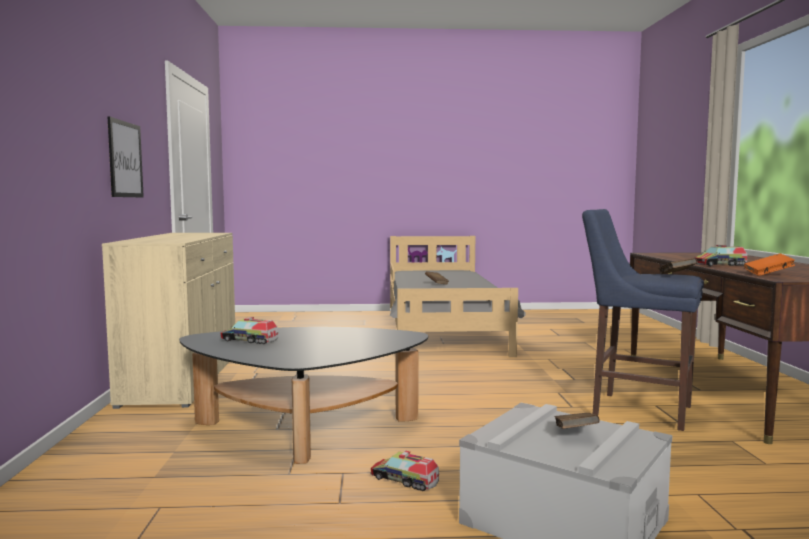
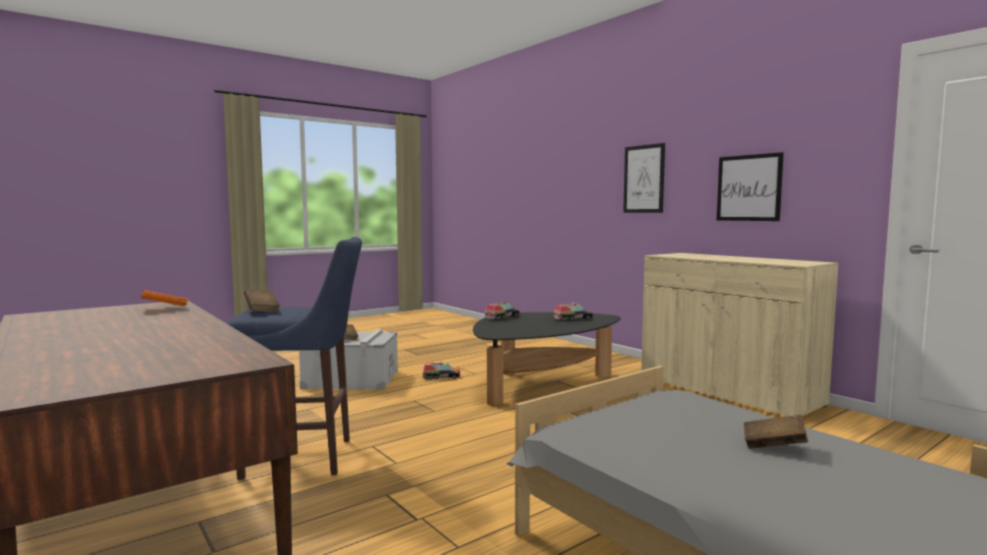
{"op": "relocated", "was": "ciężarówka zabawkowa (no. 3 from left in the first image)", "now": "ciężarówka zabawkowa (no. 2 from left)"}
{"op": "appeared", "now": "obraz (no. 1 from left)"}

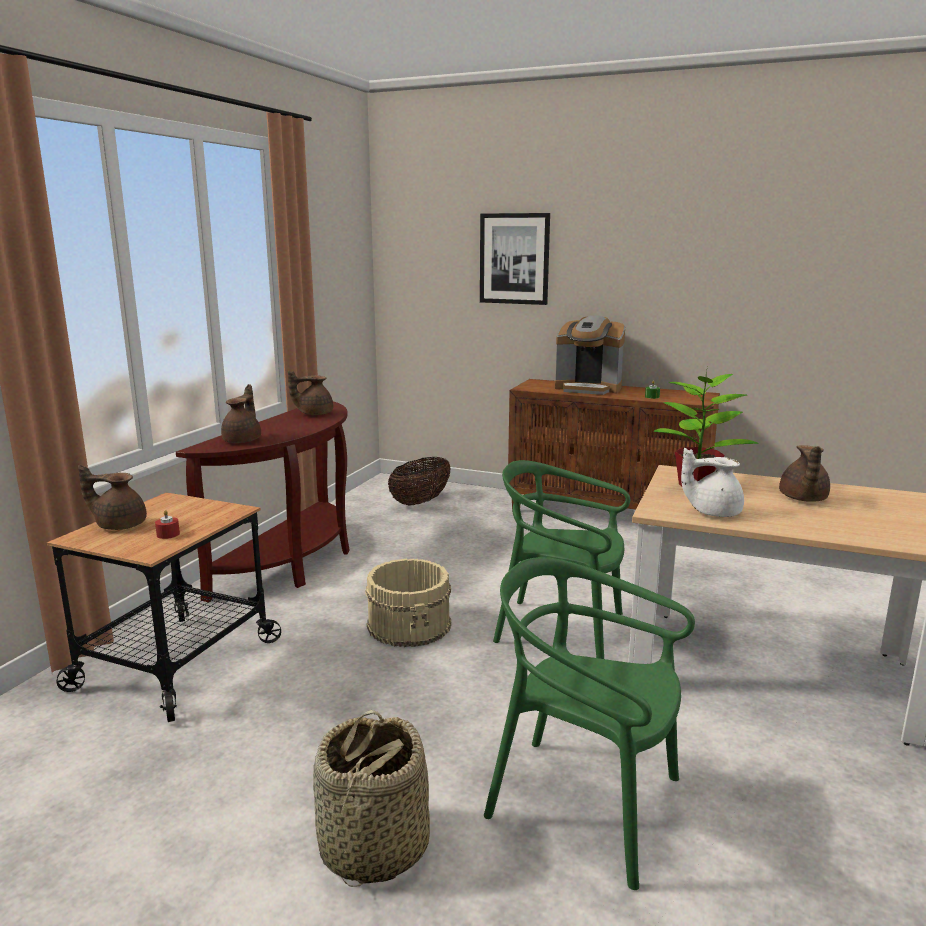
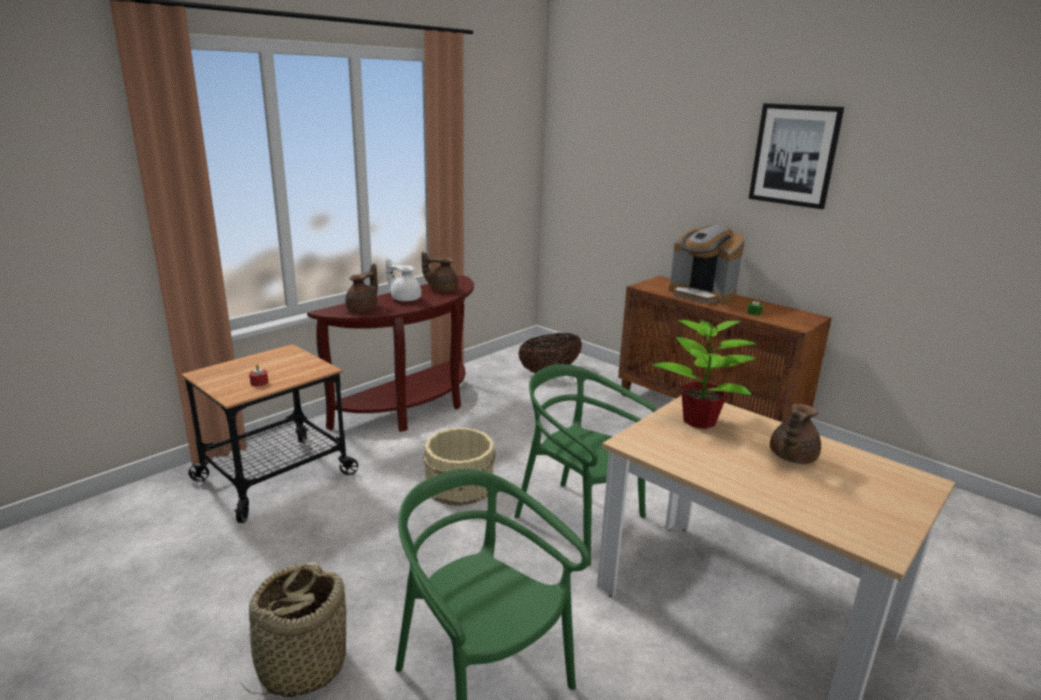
{"op": "relocated", "was": "obraz"}
{"op": "relocated", "was": "imbryk/biały"}
{"op": "missing", "was": "imbryk/brązowy (no. 1 from left)"}

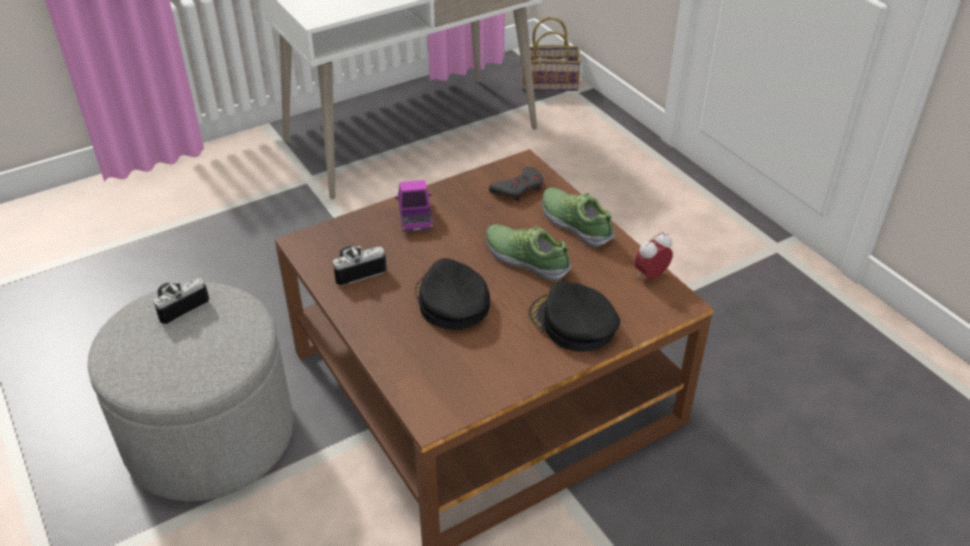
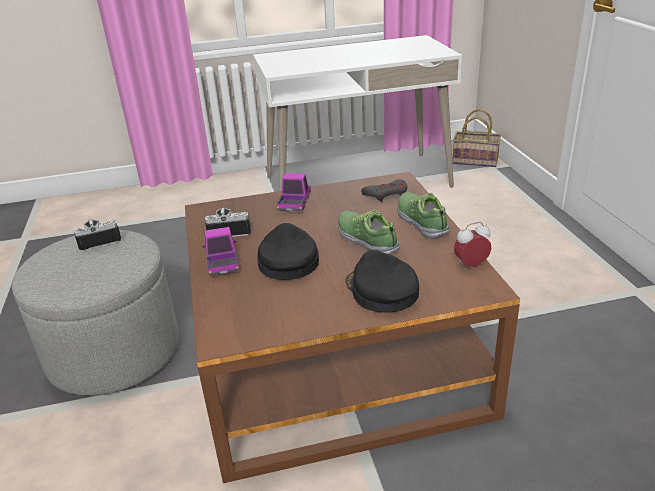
{"op": "appeared", "now": "ciężarówka zabawkowa (no. 1 from left)"}

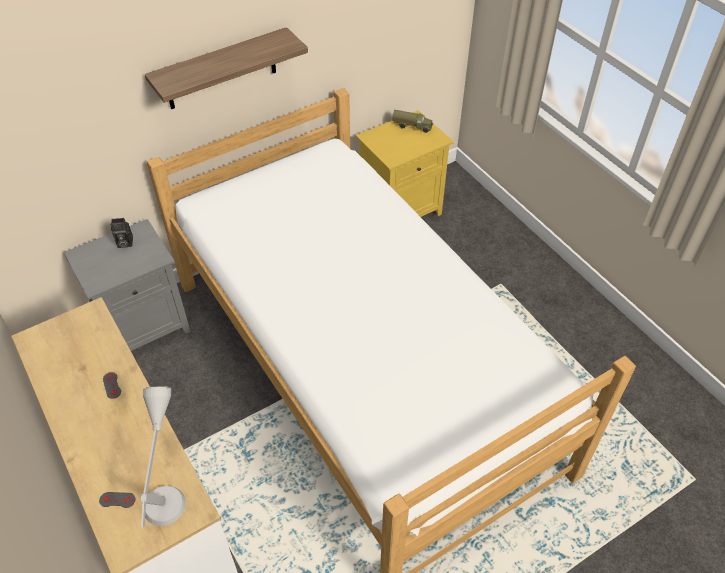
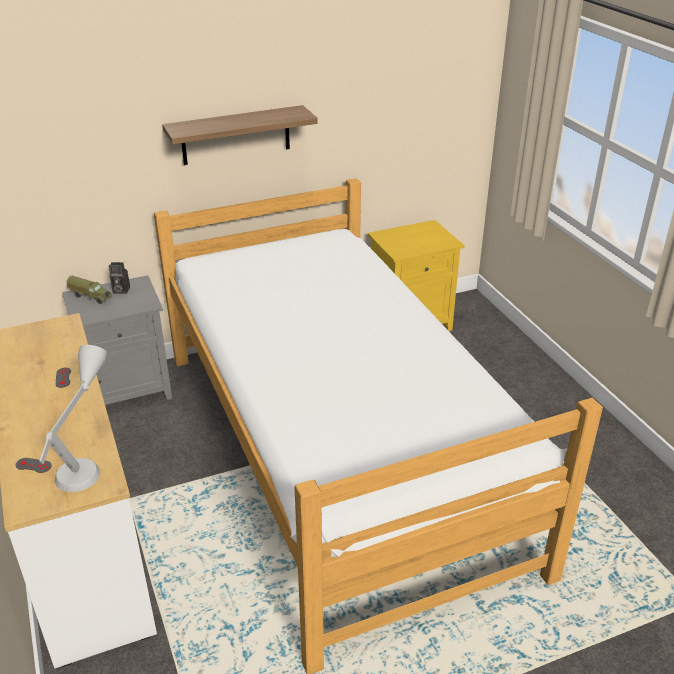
{"op": "relocated", "was": "ciężarówka zabawkowa"}

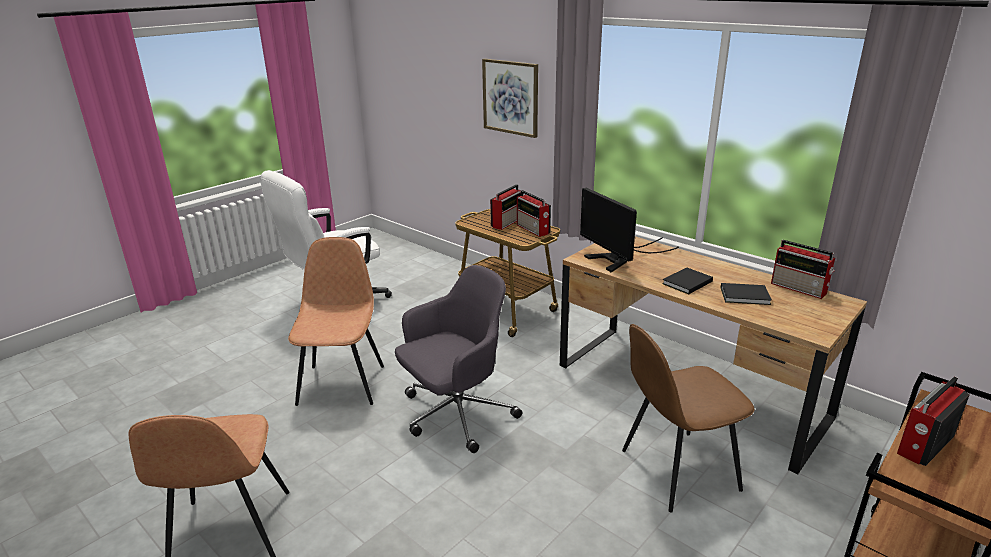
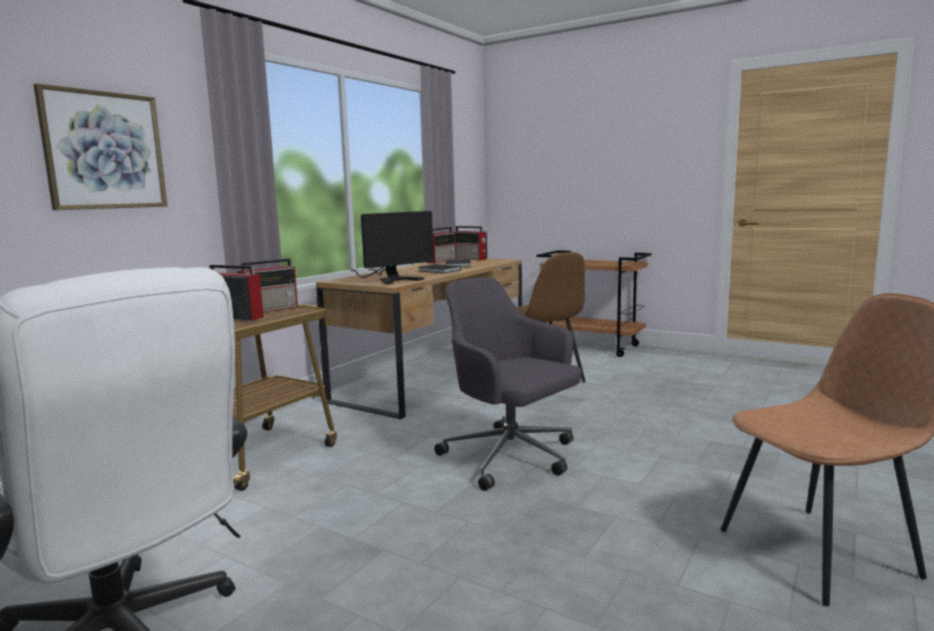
{"op": "missing", "was": "krzesło/brązowy (no. 2 from left)"}
{"op": "relocated", "was": "radio (no. 4 from left)"}

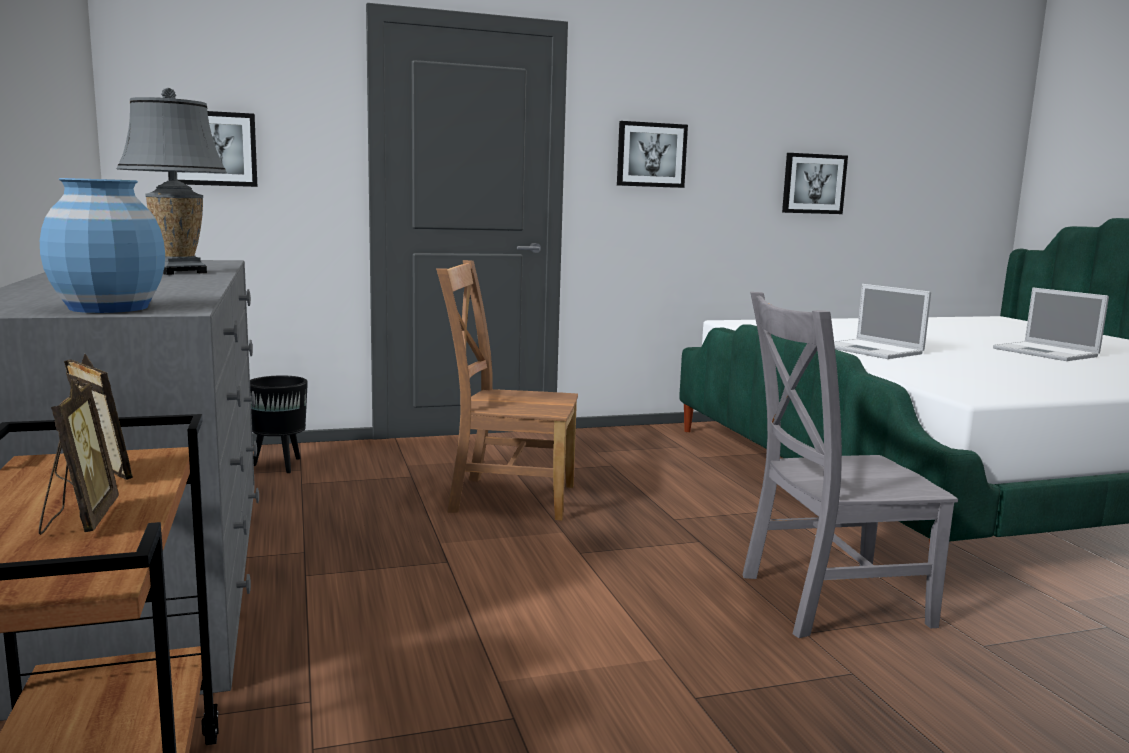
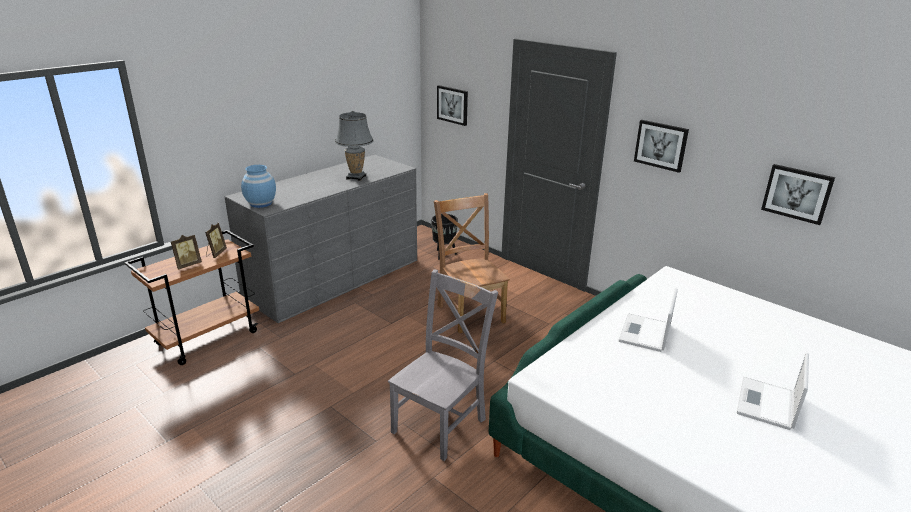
{"op": "spun", "was": "krzesło/szary", "clockwise": 75}

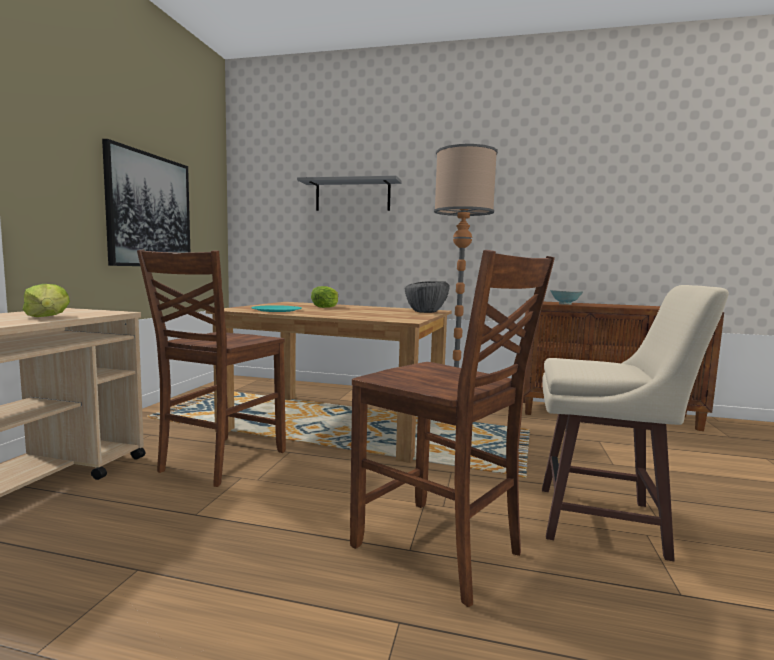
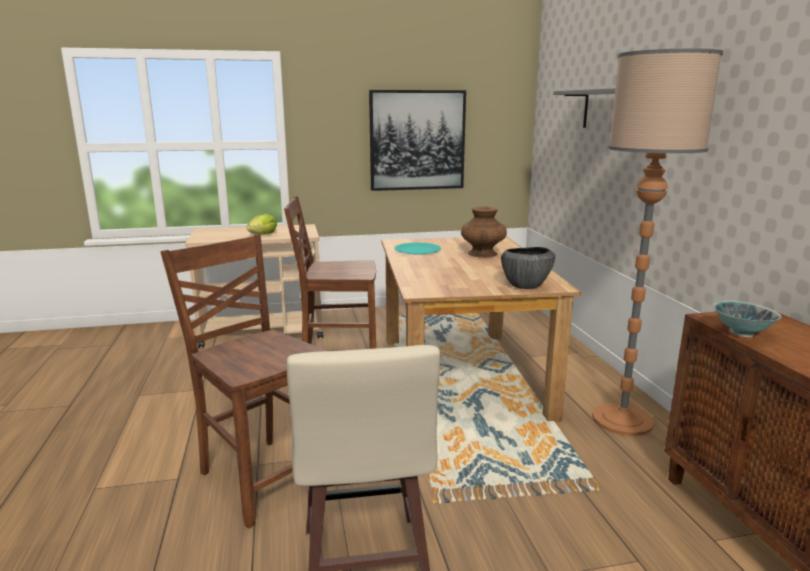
{"op": "spun", "was": "krzesło/brązowy (no. 2 from left in the first image)", "clockwise": 120}
{"op": "exchanged", "was": "sałata (no. 2 from left)", "now": "wazon/brązowy"}

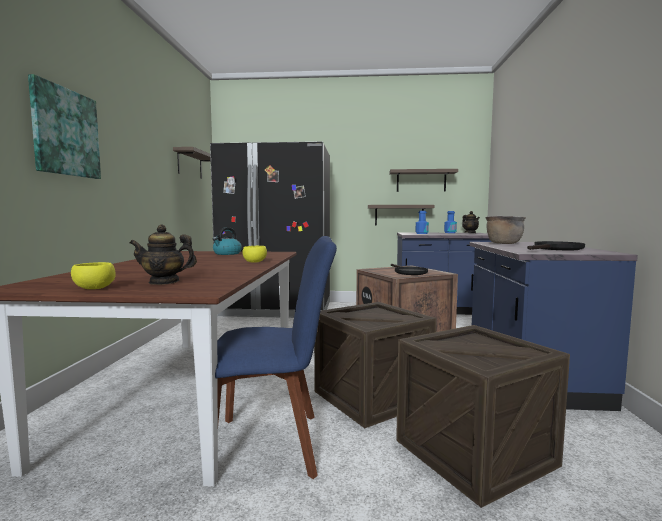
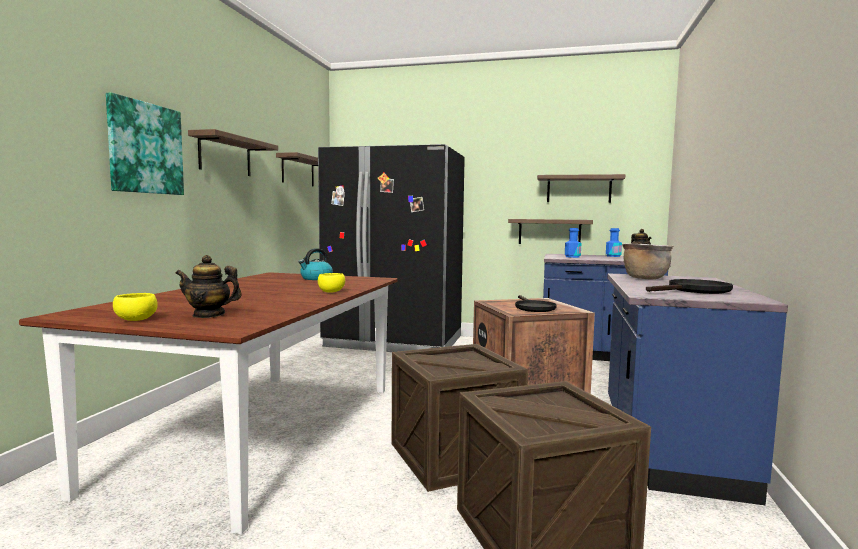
{"op": "missing", "was": "krzesło/niebieski"}
{"op": "appeared", "now": "półka (no. 1 from left)"}

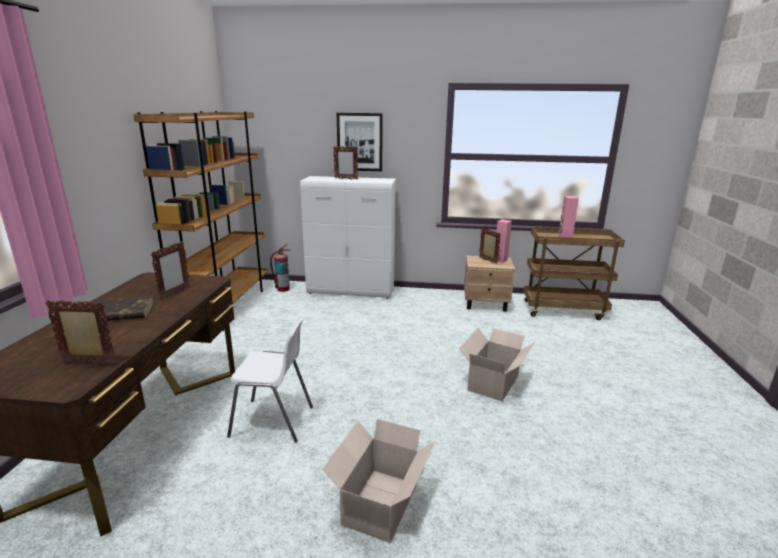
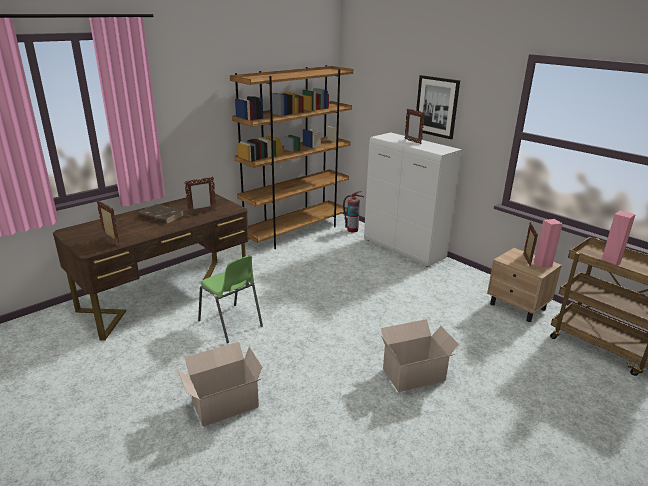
{"op": "colour", "was": "krzesło/biały", "now": "krzesło/zielony"}

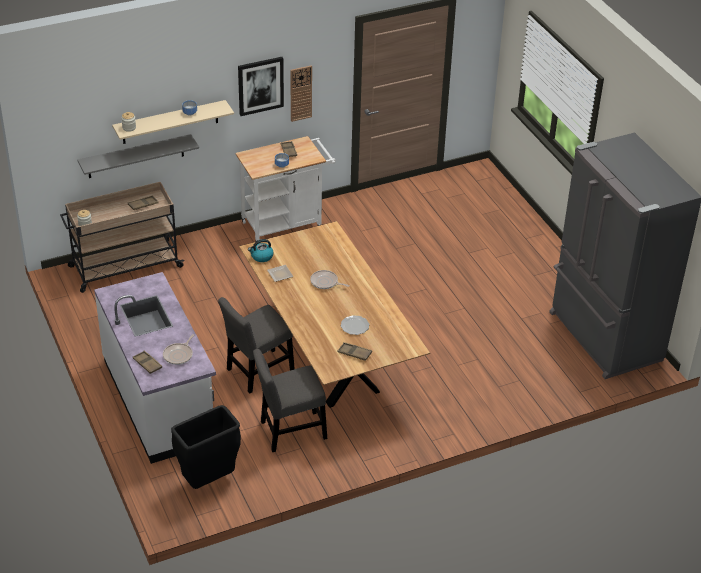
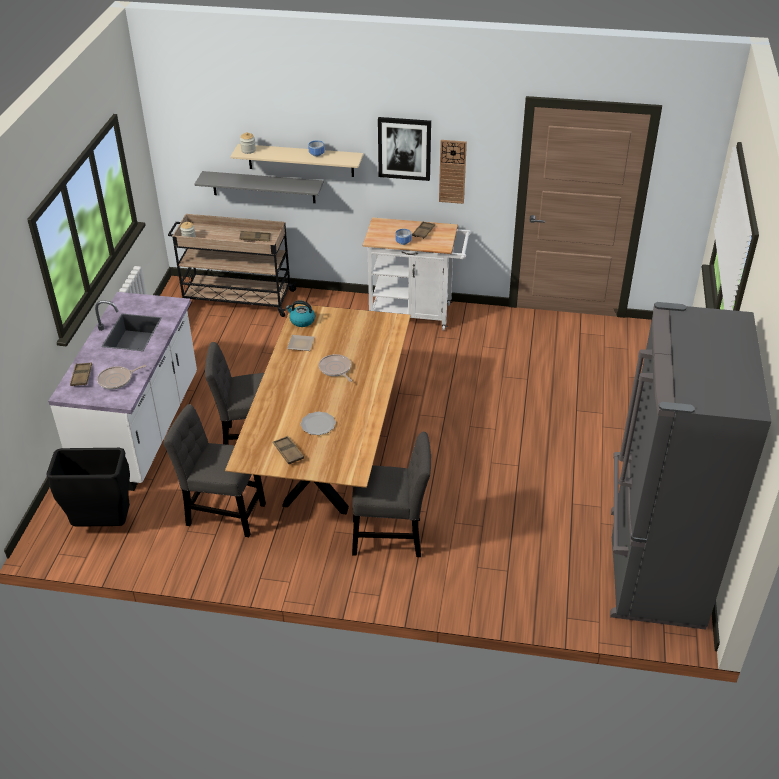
{"op": "appeared", "now": "krzesło/szary (no. 3 from left)"}

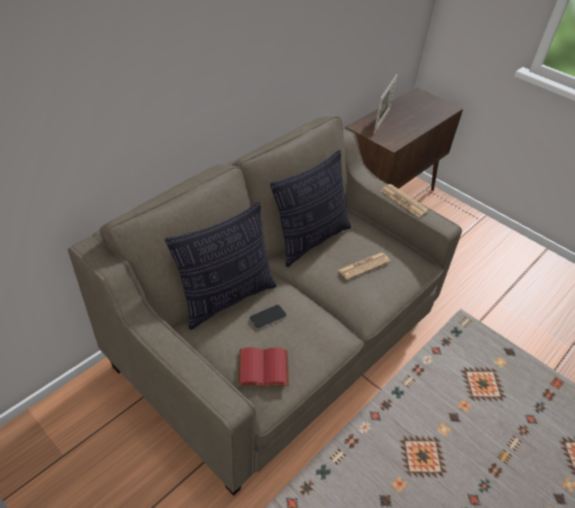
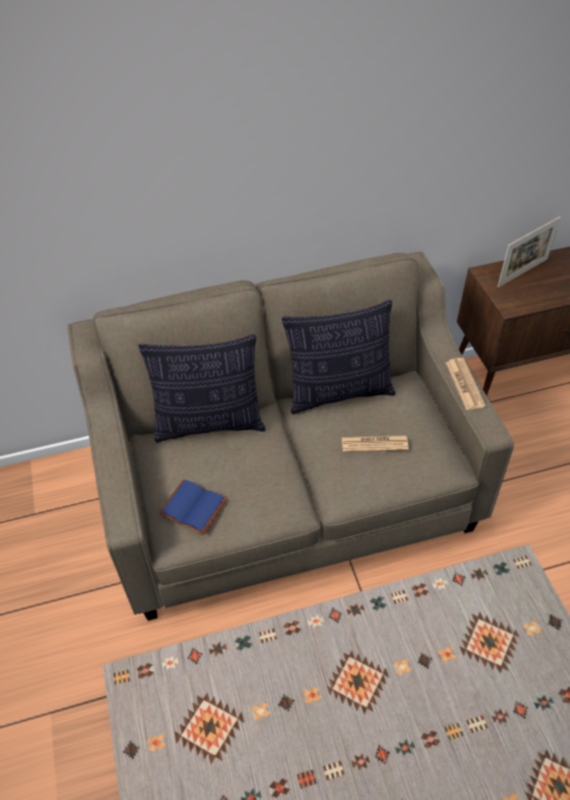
{"op": "missing", "was": "telefon"}
{"op": "colour", "was": "książka/czerwony", "now": "książka/niebieski"}

